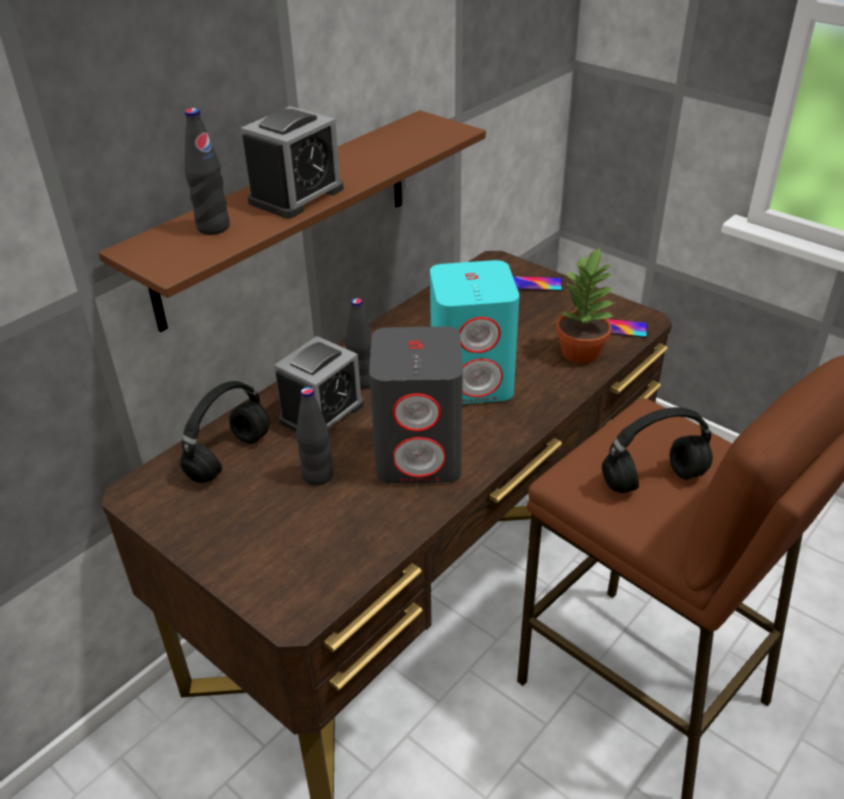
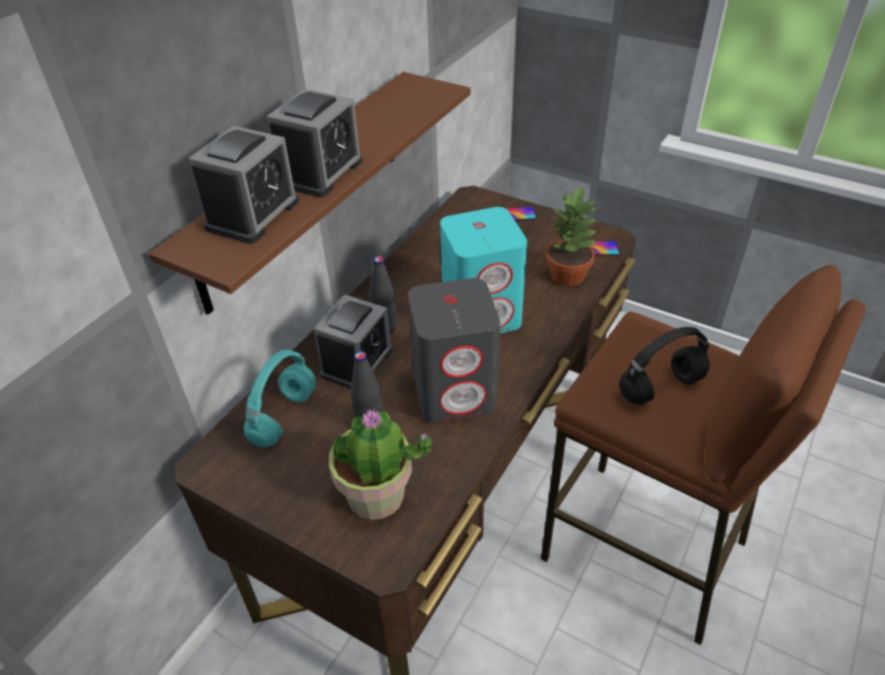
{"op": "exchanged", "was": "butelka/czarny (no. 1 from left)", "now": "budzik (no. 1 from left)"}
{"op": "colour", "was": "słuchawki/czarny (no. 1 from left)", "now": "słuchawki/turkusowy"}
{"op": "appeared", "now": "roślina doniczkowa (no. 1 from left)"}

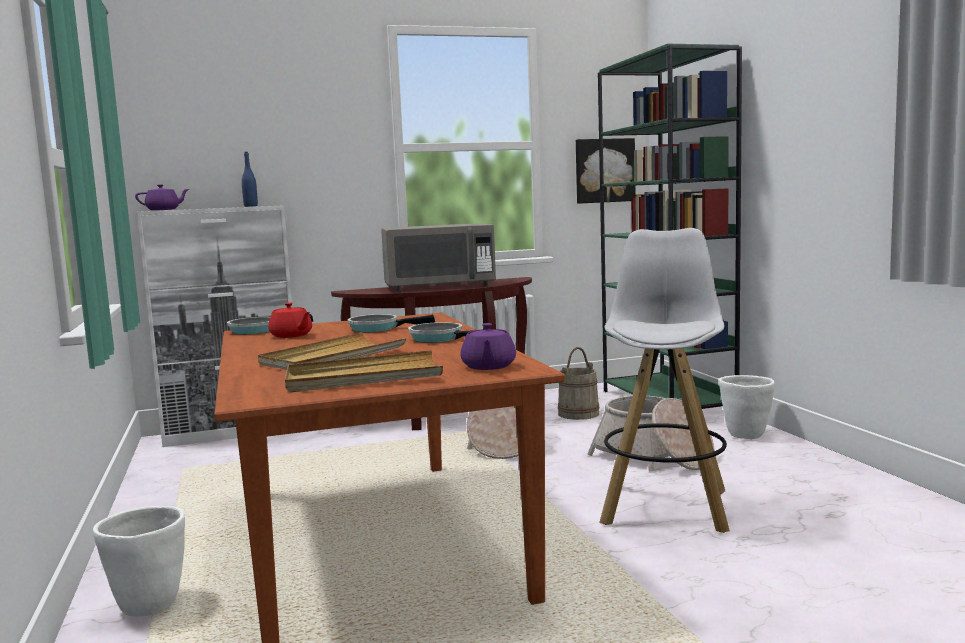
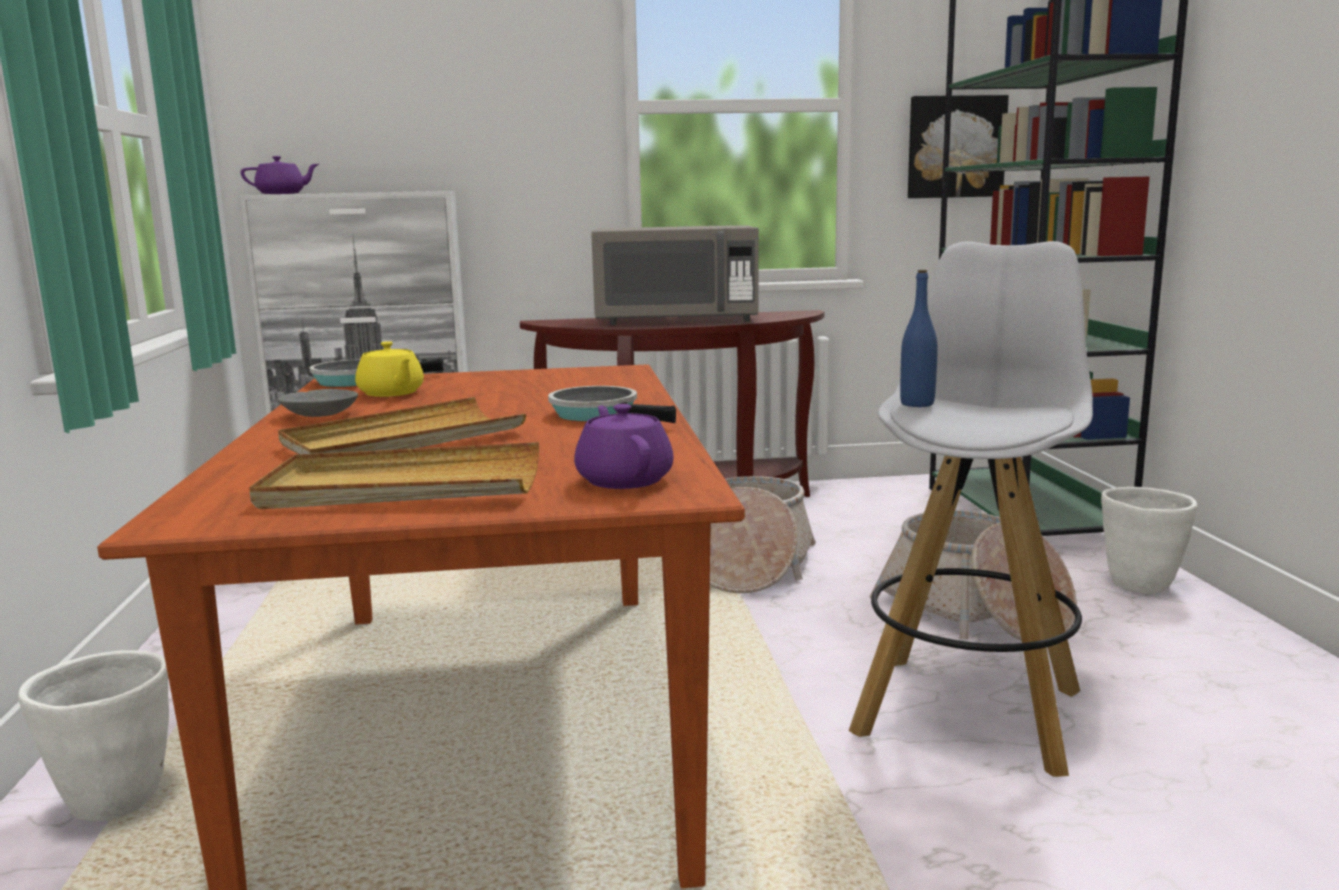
{"op": "relocated", "was": "butelka/niebieski"}
{"op": "colour", "was": "imbryk/czerwony", "now": "imbryk/żółty"}
{"op": "missing", "was": "patelnia (no. 2 from left)"}
{"op": "spun", "was": "imbryk/fioletowy (no. 2 from left)", "clockwise": 150}
{"op": "missing", "was": "wiadro/beżowy"}
{"op": "appeared", "now": "miska/szary"}

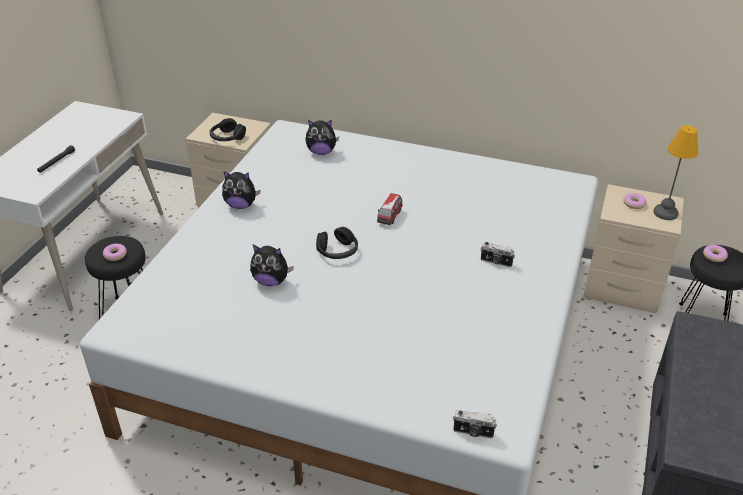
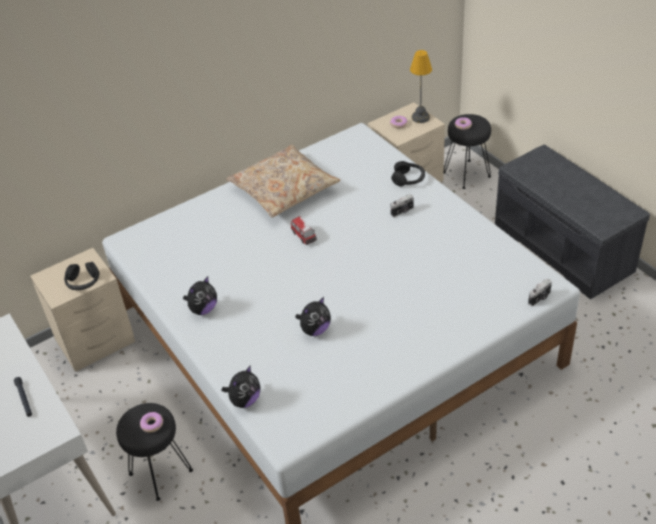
{"op": "relocated", "was": "pluszak (no. 3 from left in the first image)", "now": "pluszak (no. 2 from left)"}
{"op": "relocated", "was": "słuchawki/czarny (no. 2 from left)"}
{"op": "appeared", "now": "poduszka/beżowy"}

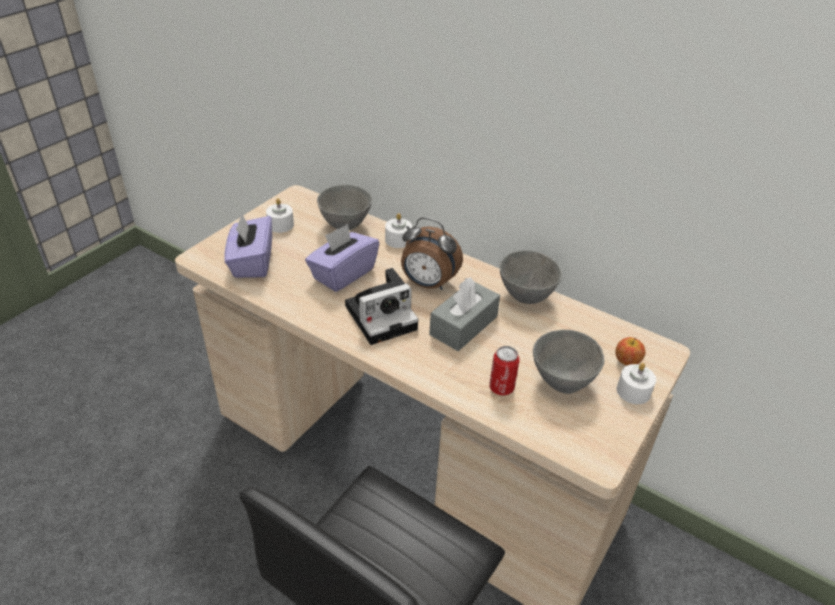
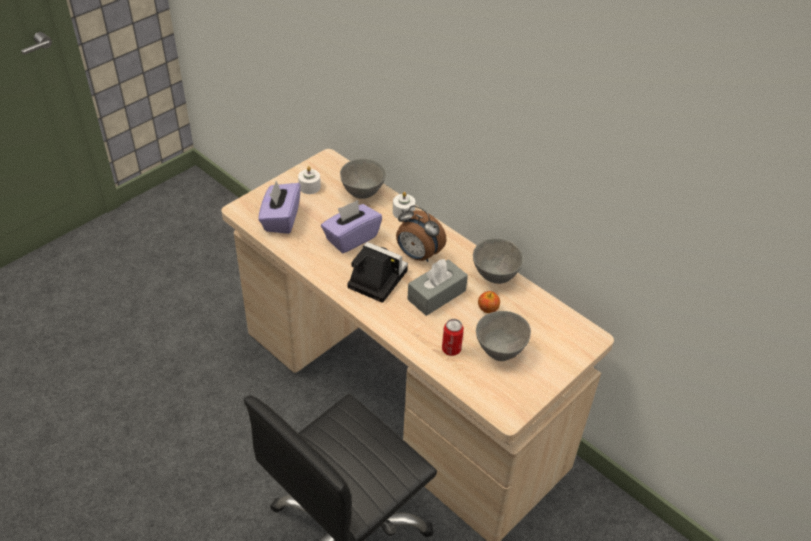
{"op": "spun", "was": "aparat fotograficzny", "clockwise": -135}
{"op": "relocated", "was": "jabłko"}
{"op": "missing", "was": "świeca/biały (no. 3 from left)"}

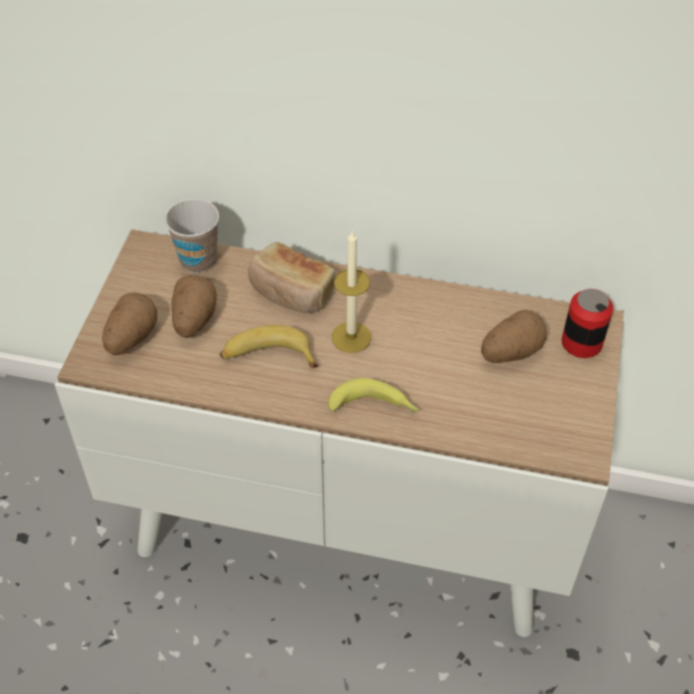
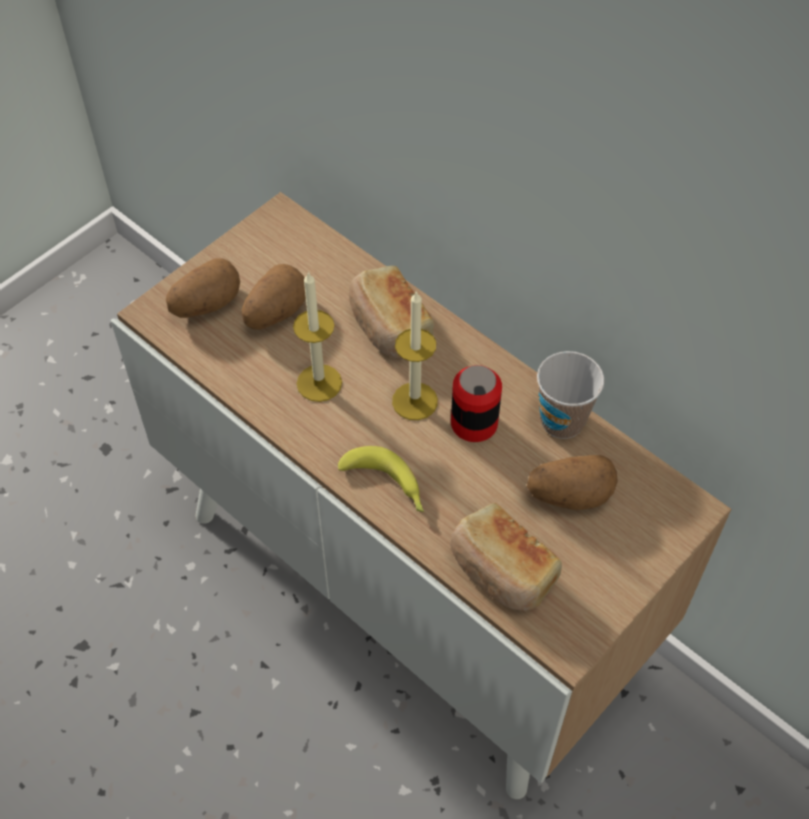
{"op": "relocated", "was": "filiżanka"}
{"op": "relocated", "was": "puszka"}
{"op": "exchanged", "was": "banan (no. 1 from left)", "now": "świeca (no. 1 from left)"}
{"op": "appeared", "now": "chleb (no. 2 from left)"}

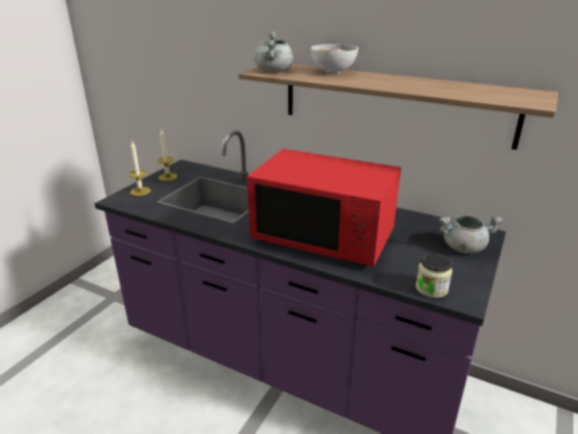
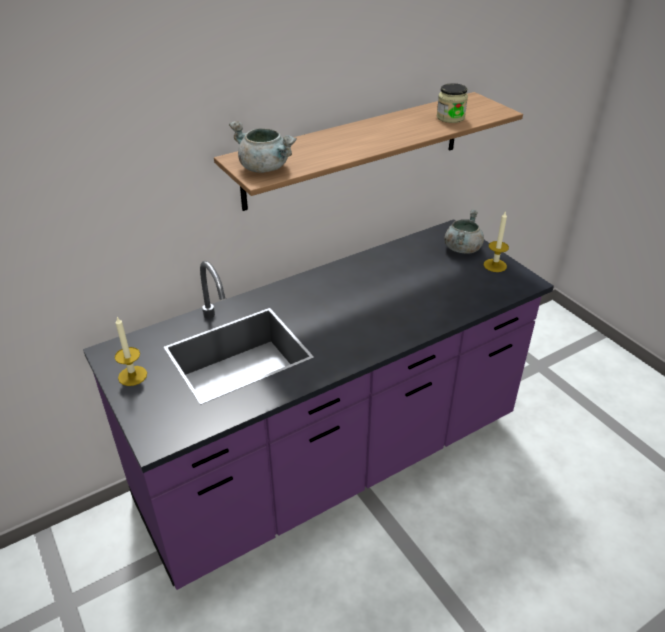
{"op": "missing", "was": "miska"}
{"op": "relocated", "was": "świeca (no. 1 from left in the first image)", "now": "świeca (no. 2 from left)"}
{"op": "missing", "was": "mikrofalówka/czerwony"}
{"op": "relocated", "was": "słoik"}

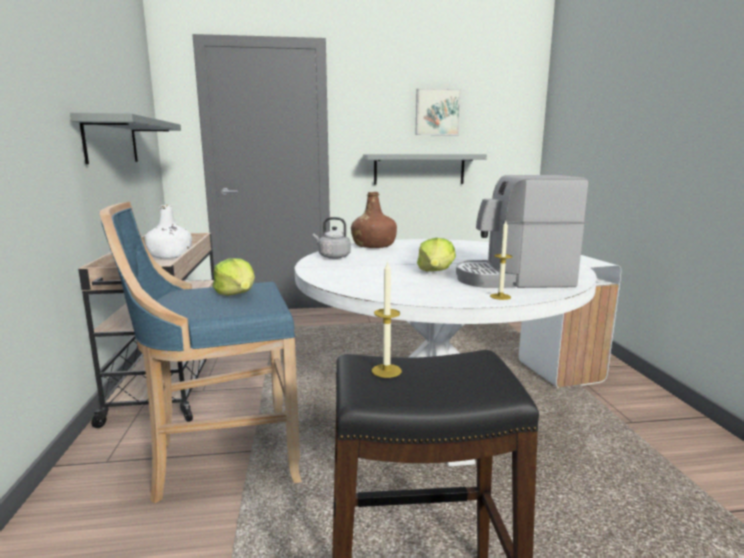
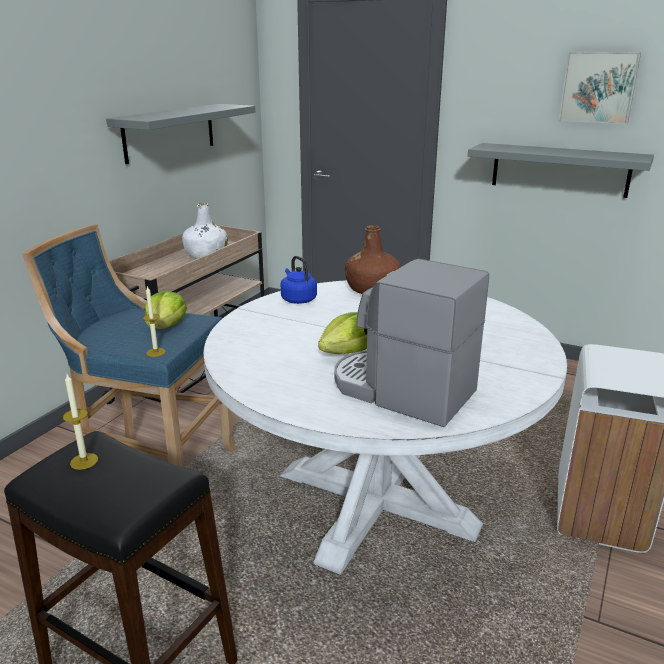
{"op": "colour", "was": "czajnik/szary", "now": "czajnik/niebieski"}
{"op": "relocated", "was": "świeca (no. 2 from left)"}

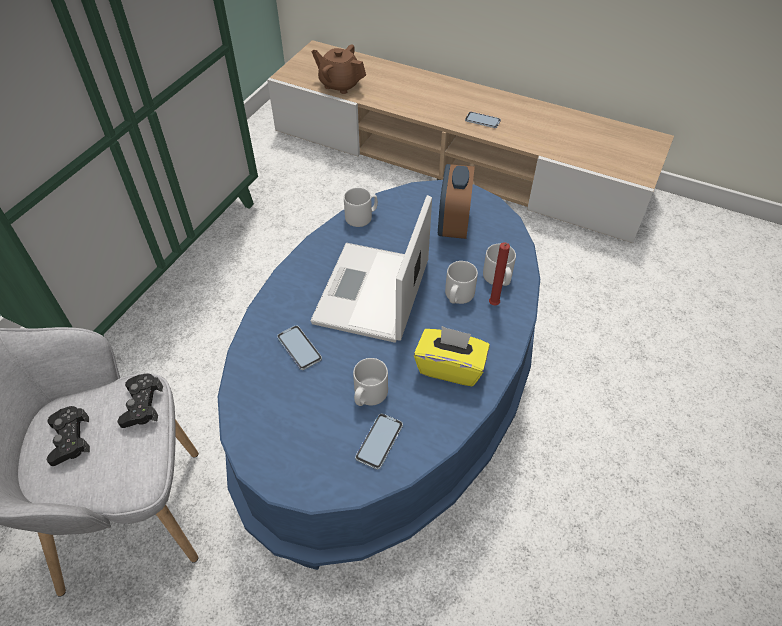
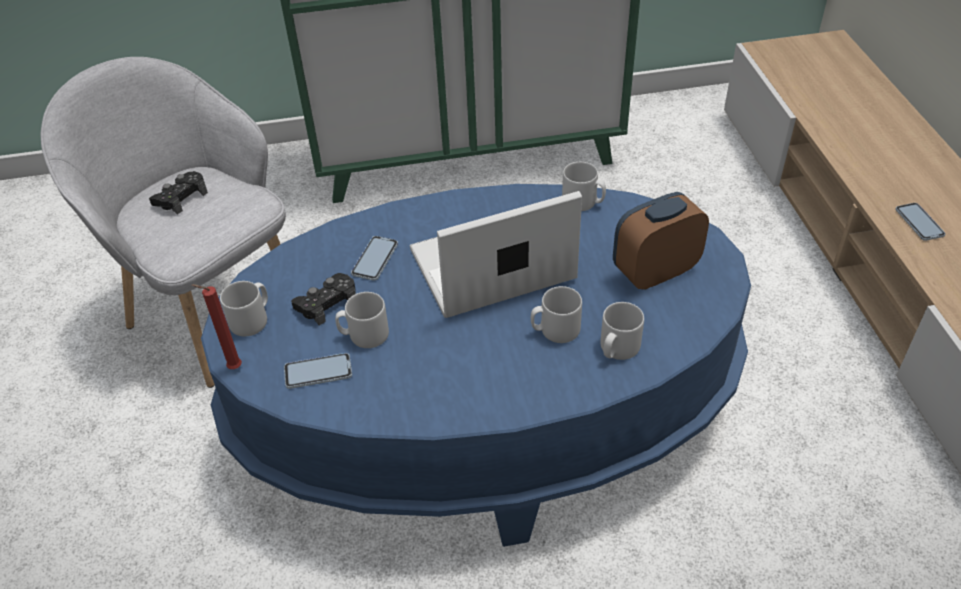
{"op": "missing", "was": "imbryk/brązowy"}
{"op": "relocated", "was": "świeca/czerwony"}
{"op": "missing", "was": "pudełko chusteczek/żółty"}
{"op": "relocated", "was": "pad do gier/czarny (no. 2 from left)"}
{"op": "appeared", "now": "kubek/szary (no. 1 from left)"}

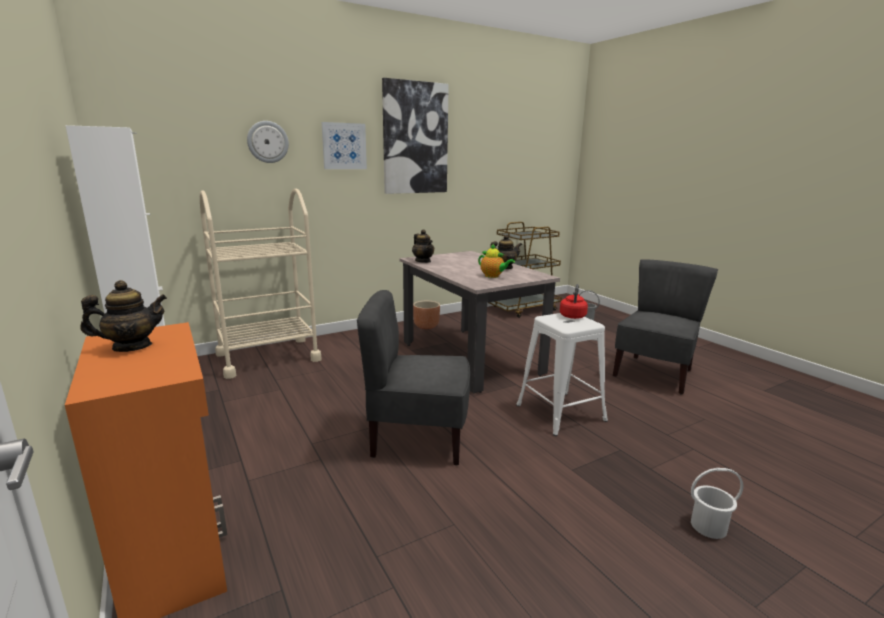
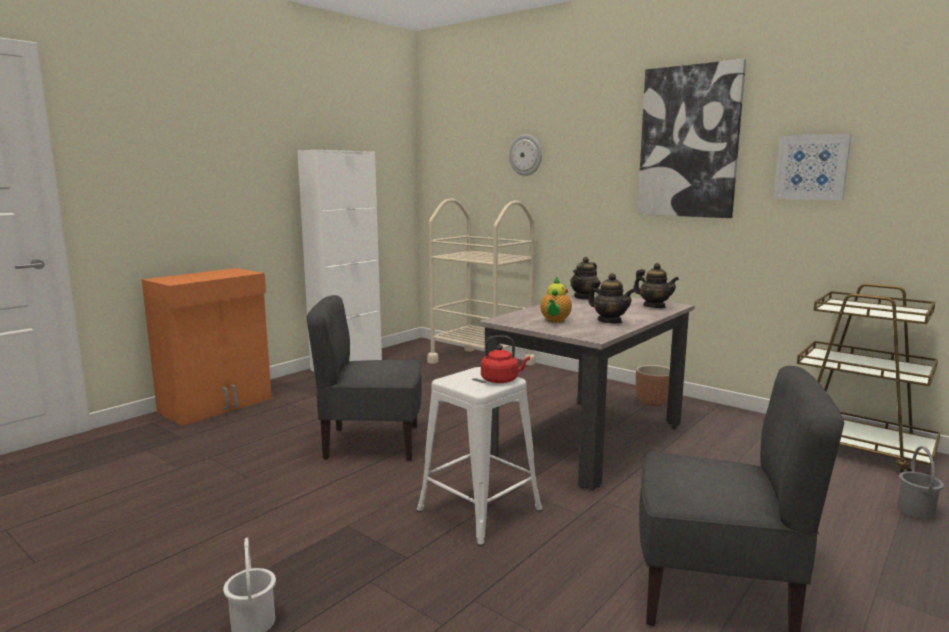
{"op": "relocated", "was": "obraz (no. 1 from left in the first image)", "now": "obraz (no. 2 from left)"}
{"op": "relocated", "was": "imbryk (no. 1 from left in the first image)", "now": "imbryk (no. 4 from left)"}
{"op": "spun", "was": "krzesło/szary (no. 1 from left)", "clockwise": -75}

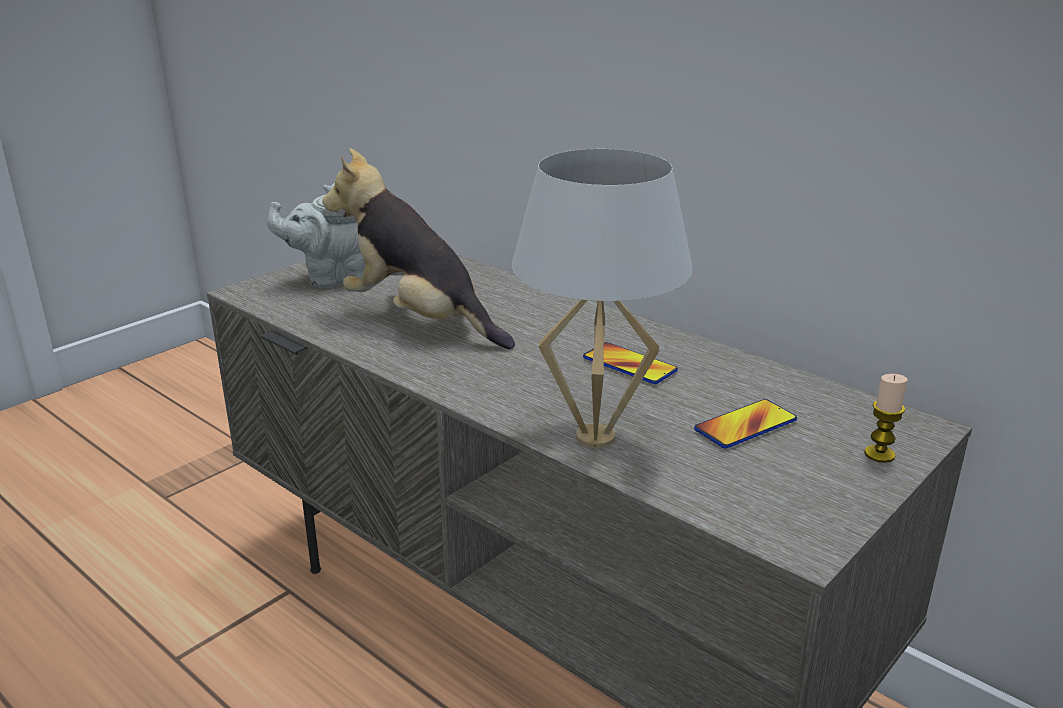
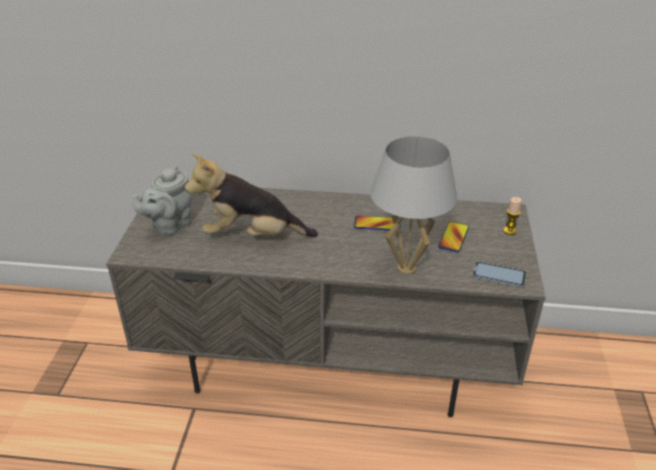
{"op": "appeared", "now": "telefon (no. 3 from left)"}

